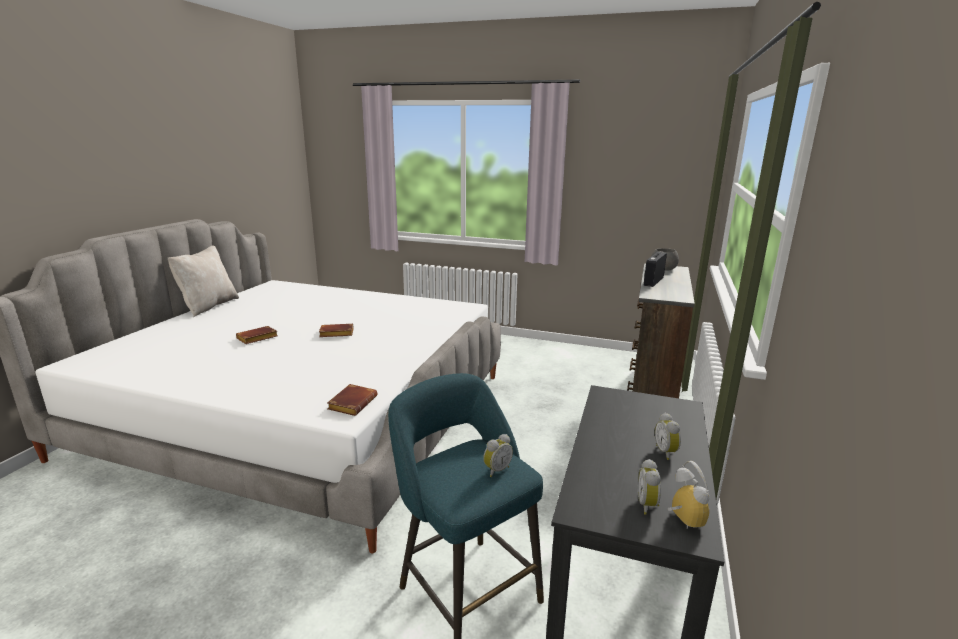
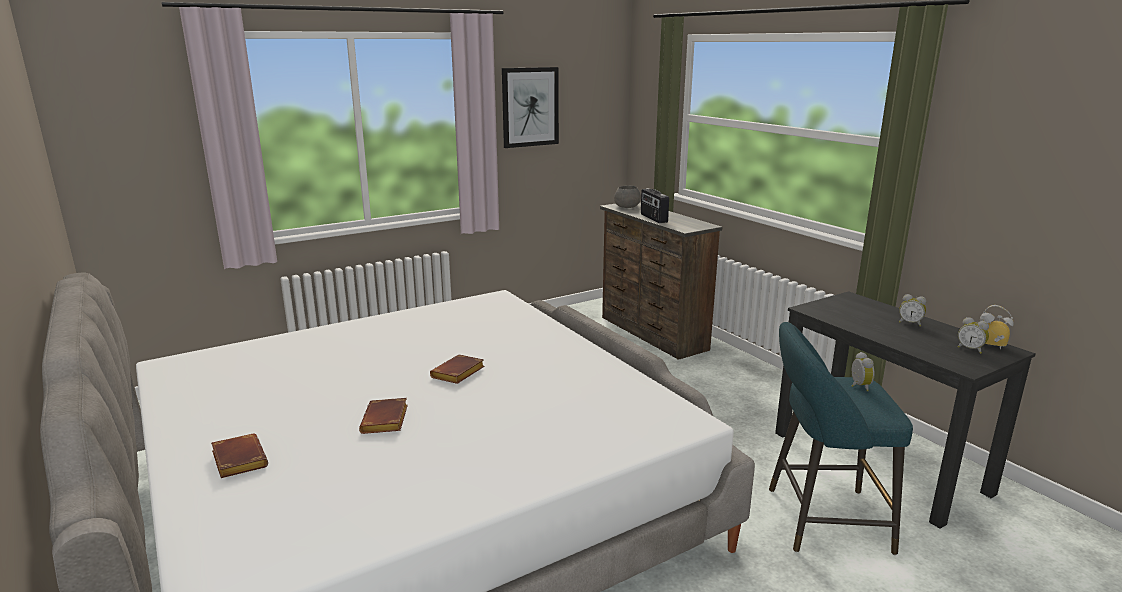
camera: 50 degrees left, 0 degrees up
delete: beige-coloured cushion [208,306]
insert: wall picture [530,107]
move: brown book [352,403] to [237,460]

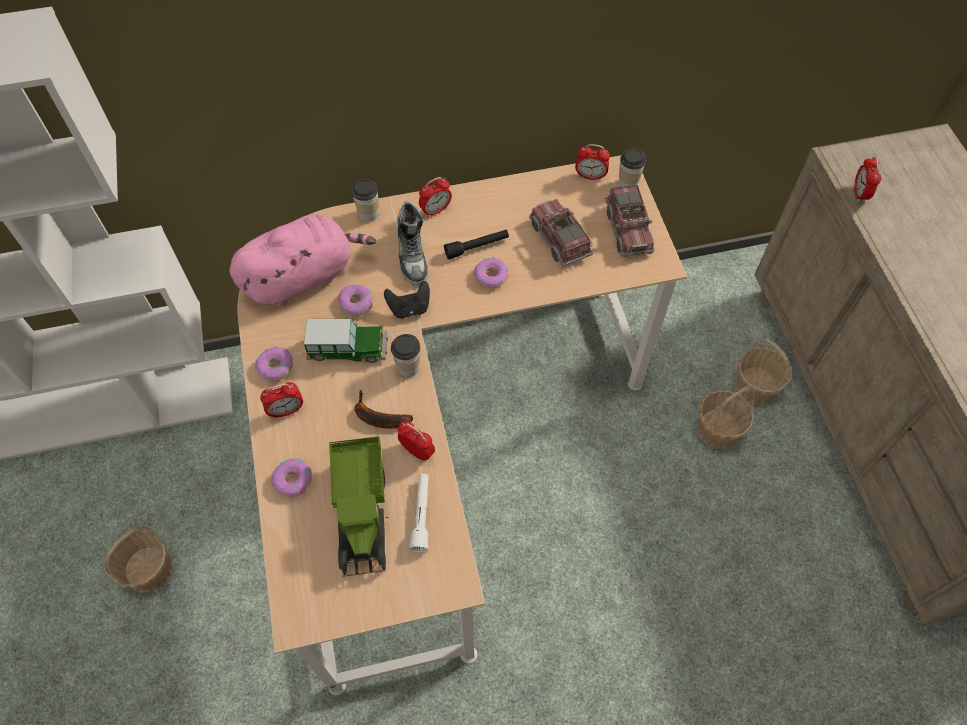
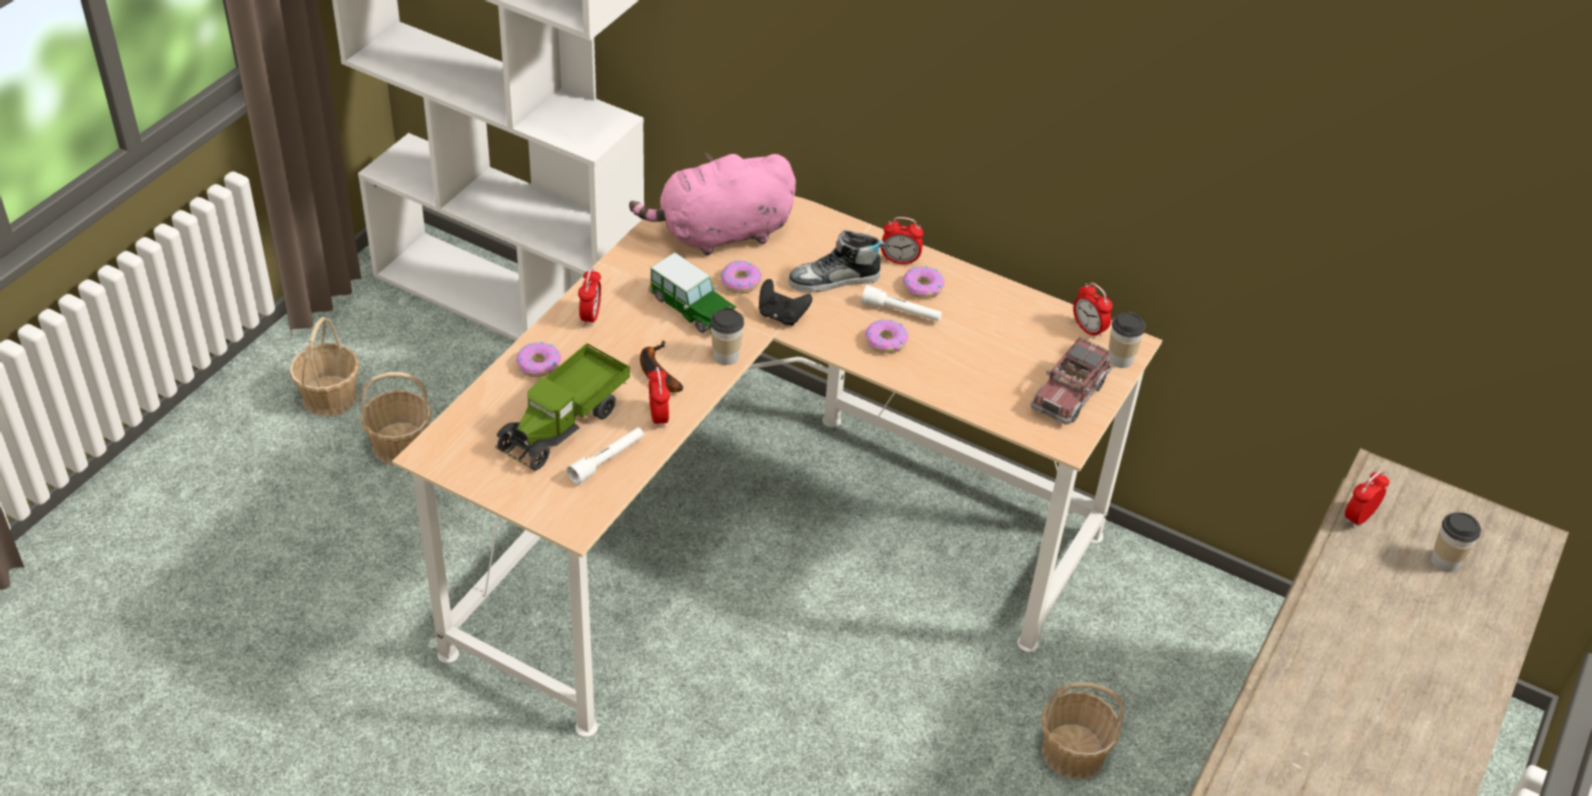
camera: 40 degrees right, 15 degrees down
delete: toy truck [559,239]
move: small cup [368,214] to [1445,561]; storage basket [755,385] to [330,397]; donut [276,367] to [922,288]
recolor: black-coloured torch [477,247] to white-coloured torch [901,312]
rotate: shoe [412,255] = [834,280] 45 degrees clockwise; pinkish cuddly toy [303,276] = [720,234] 150 degrees clockwise; table clock [286,411] = [590,316] 105 degrees counterclockwise

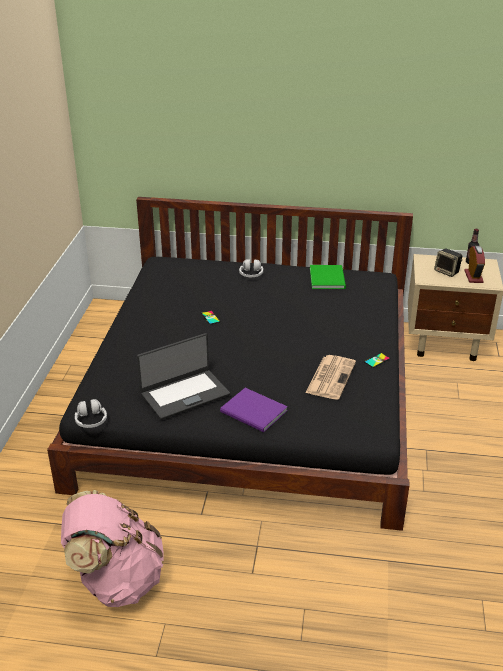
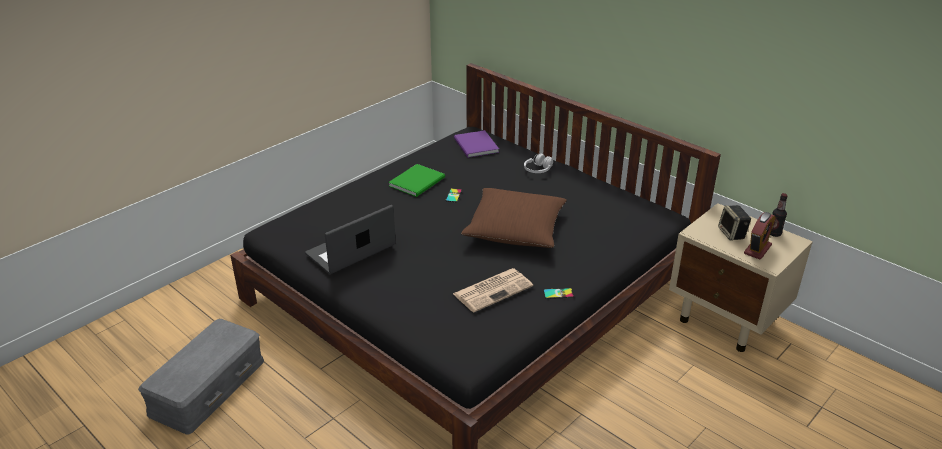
camera: 35 degrees right, 0 degrees up
delete: white-coloured pair of headphones [91,420]
insert: brown cushion [515,229]
move: green book [328,277] to [419,181]; purple-coloured book [254,413] to [475,146]
replace: pinkish rucksack [117,580] to gray storage bin [207,386]
rotate: portable computer [184,394] = [351,250] 135 degrees clockwise

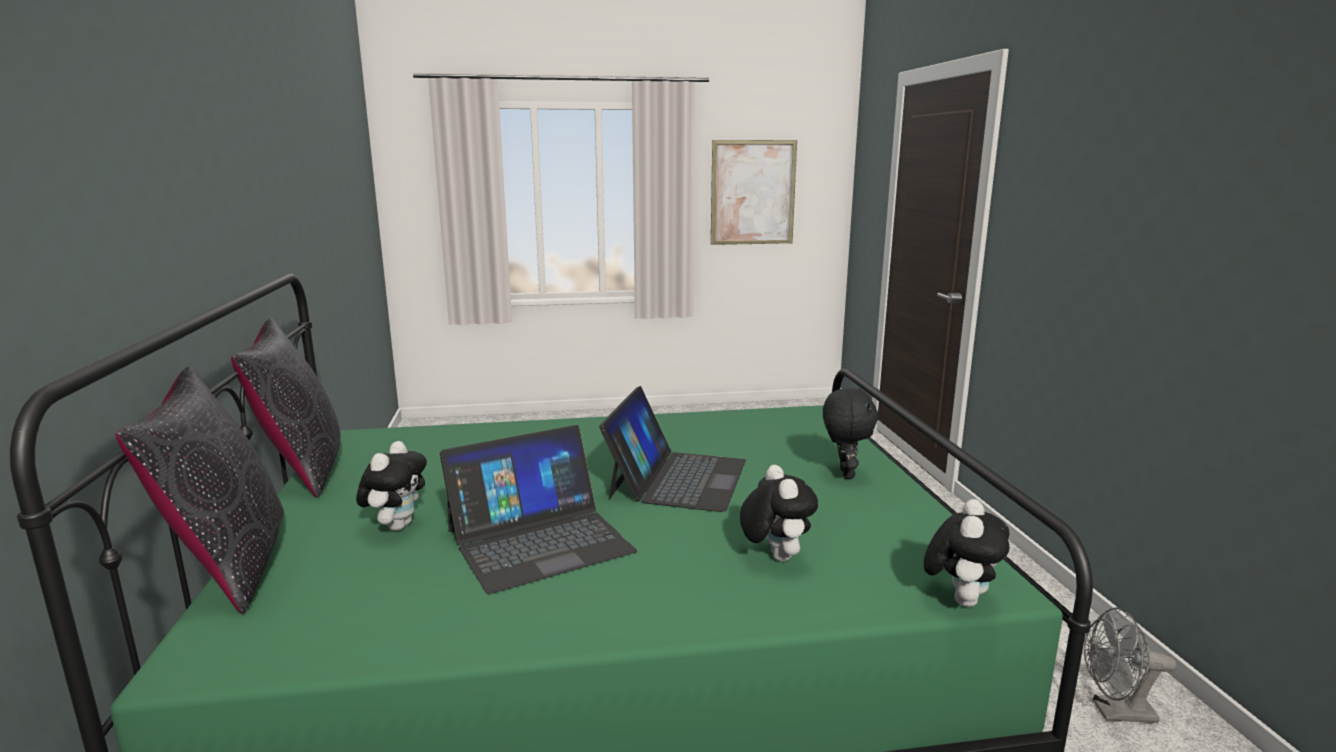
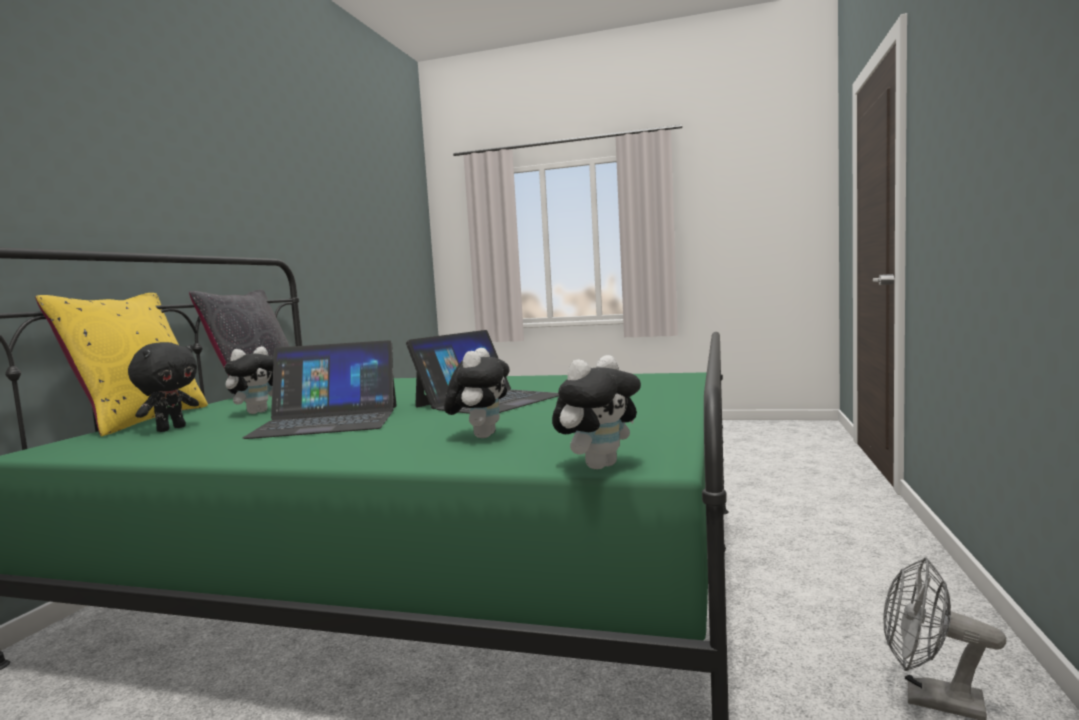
camera: 25 degrees right, 10 degrees down
delete: wall picture [753,193]
move: black-coloured cuddly toy [844,474] to [171,429]
recolor: black-coloured cushion [229,563] to yellow cushion [140,420]

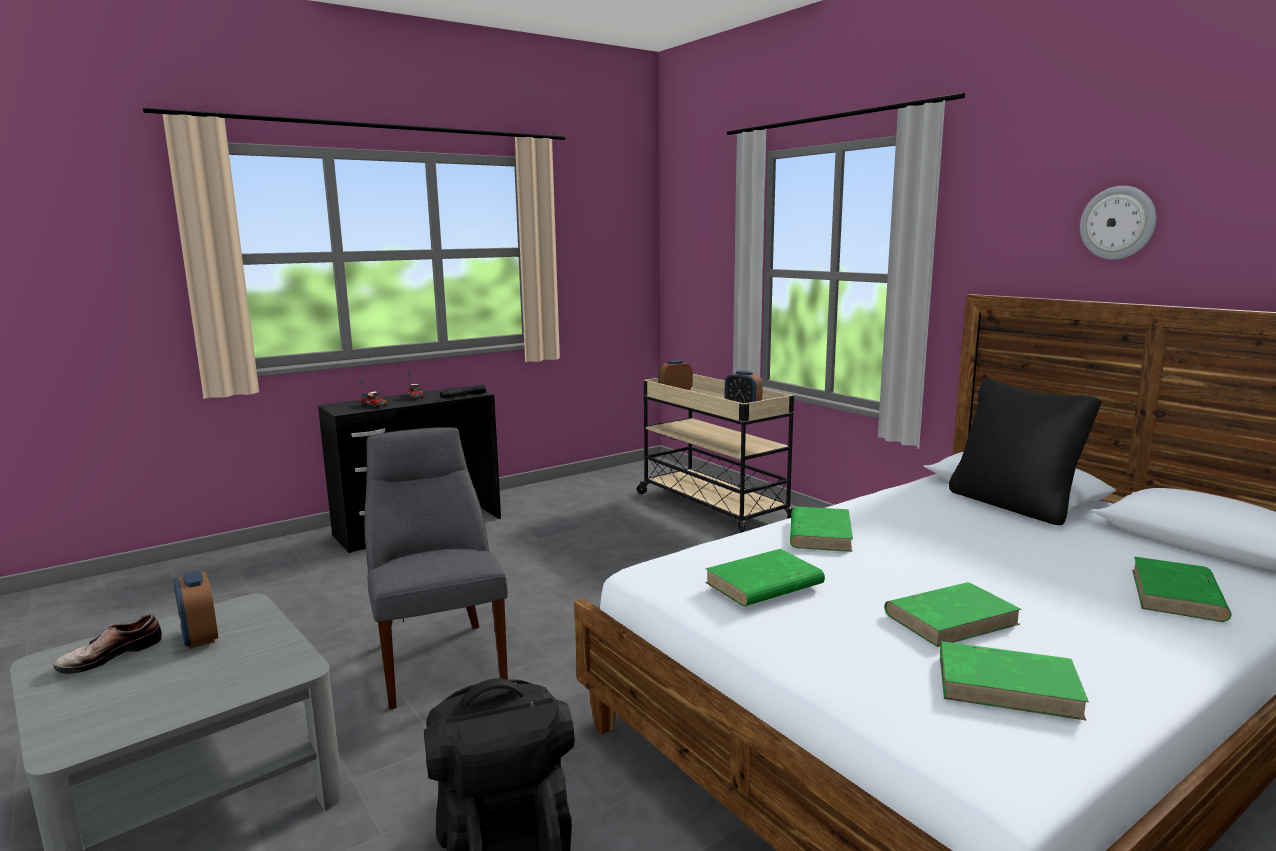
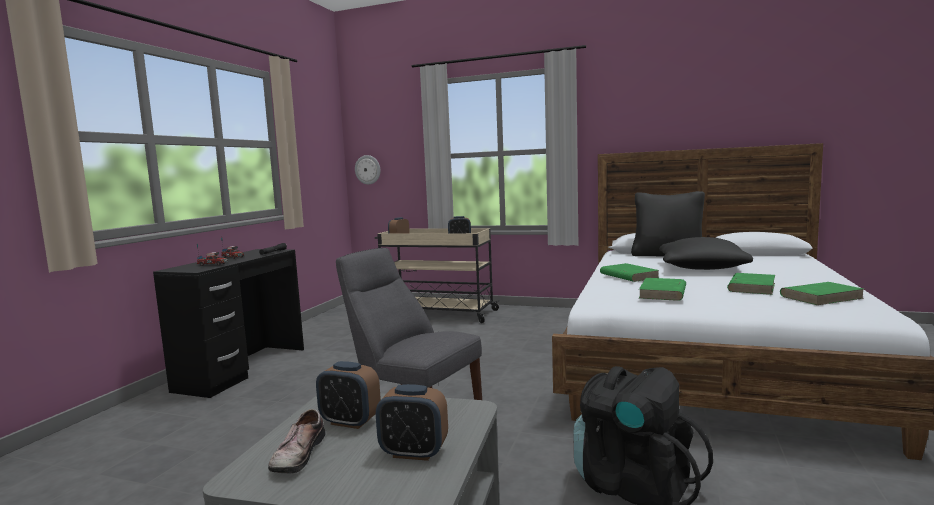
camera: 35 degrees left, 5 degrees down
delete: green book [1177,595]
insert: black-coloured cushion [701,268]; table clock [414,453]
move: hanging clock [1118,223] to [368,169]

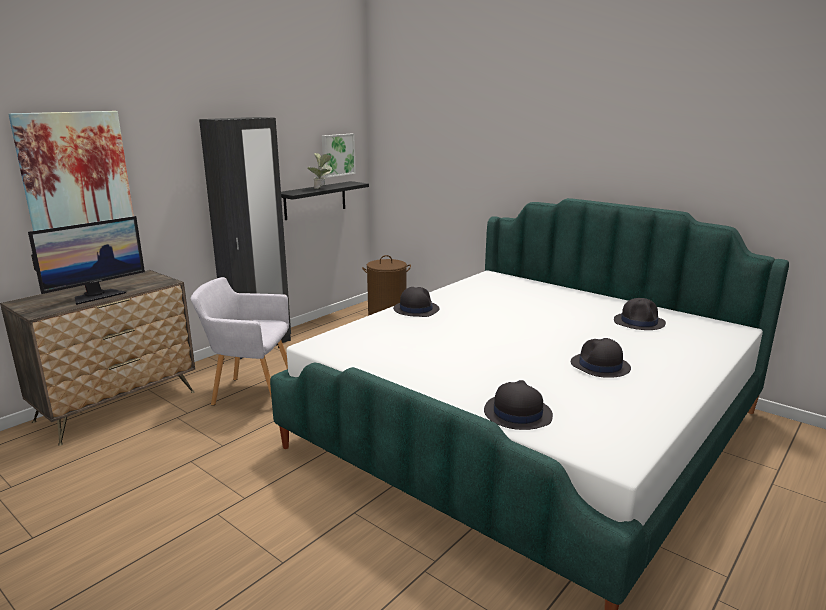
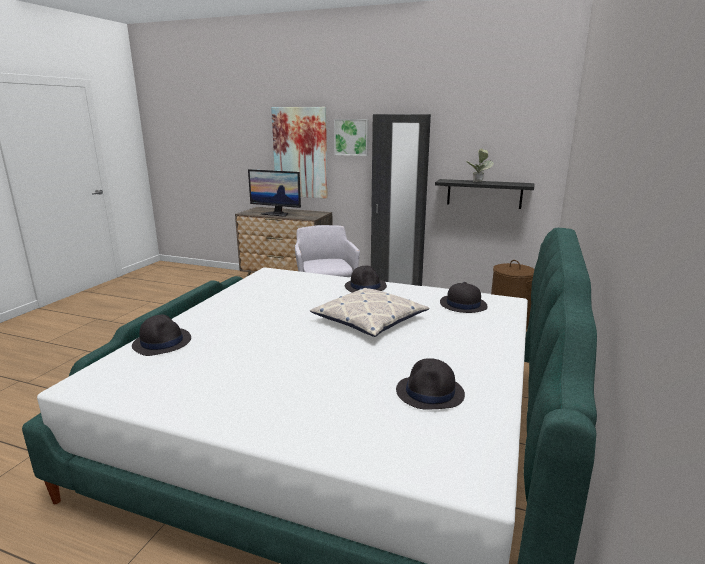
camera: 70 degrees right, 0 degrees up
insert: cushion [369,320]
move: wall picture [337,155] to [351,137]; black-coloured hat [600,366] to [462,305]

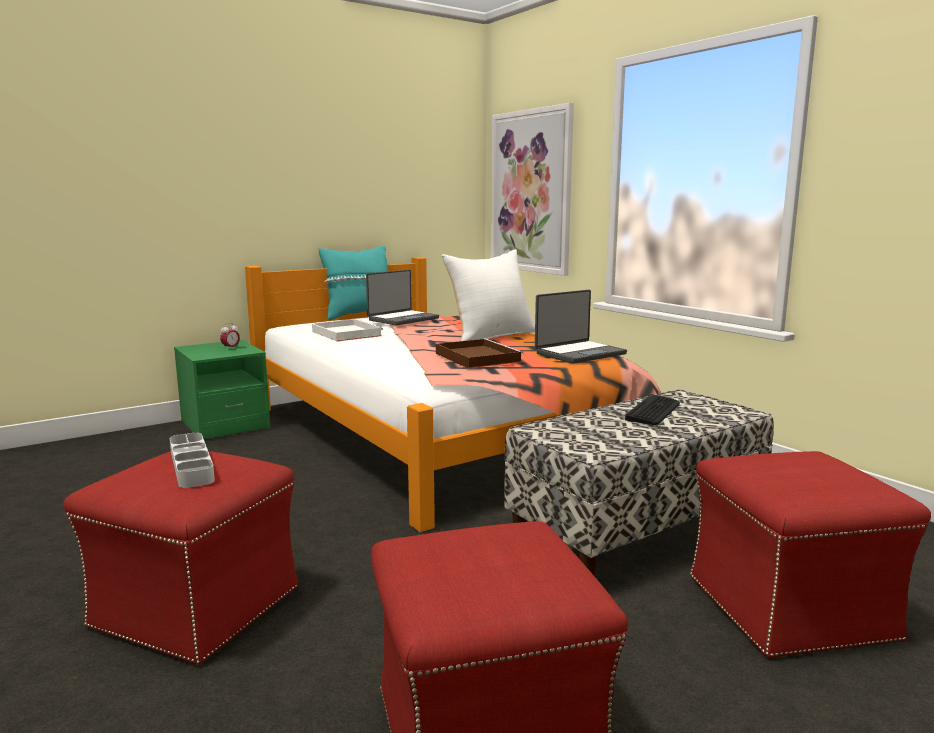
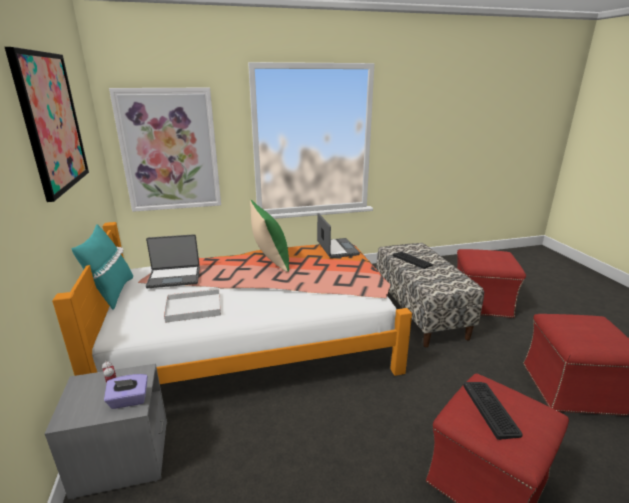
camera: 70 degrees left, 10 degrees up
delete: brown carrying tray [476,357]
insert: wall picture [52,122]; purple-coloured tissue box [129,400]
replace: gray carrying tray [191,465] to keyboard [491,409]
recolor: white-coloured cushion [491,336] to green cushion [270,260]; green nightstand [225,425] to gray nightstand [122,458]
rotate: portable computer [402,319] = [174,277] 105 degrees clockwise

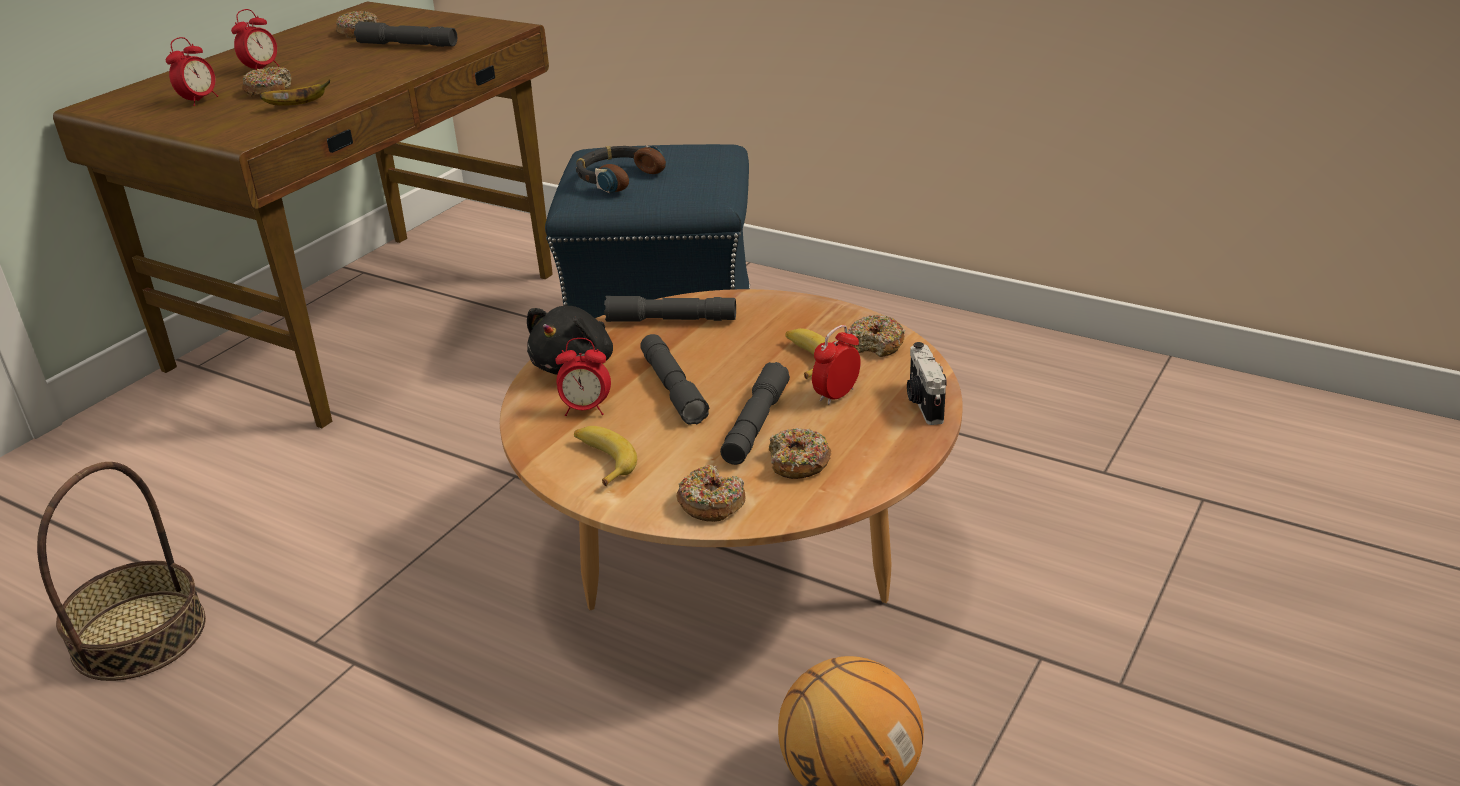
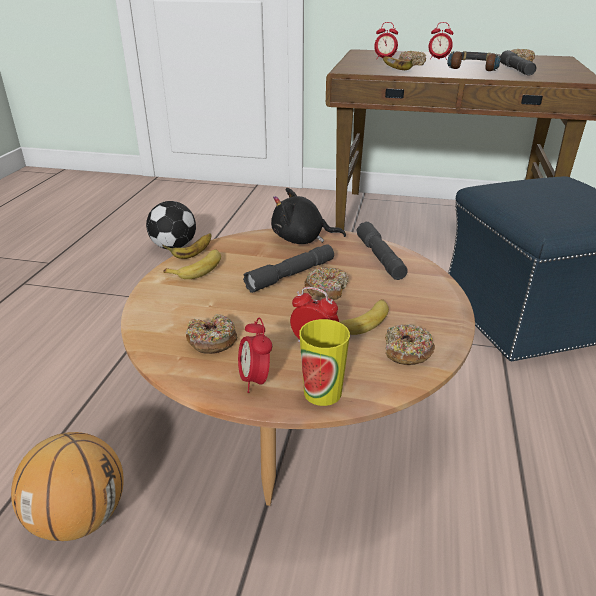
camera: 70 degrees right, 0 degrees up
delete: gray torch [755,424]
insert: whole banana [192,255]
move: pair of headphones [617,177] to [473,67]; table clock [586,410] to [255,380]; donut [711,503] to [326,289]
replace: still camera [923,403] to small cup [322,392]; storage basket [139,635] to ball for football [174,246]

